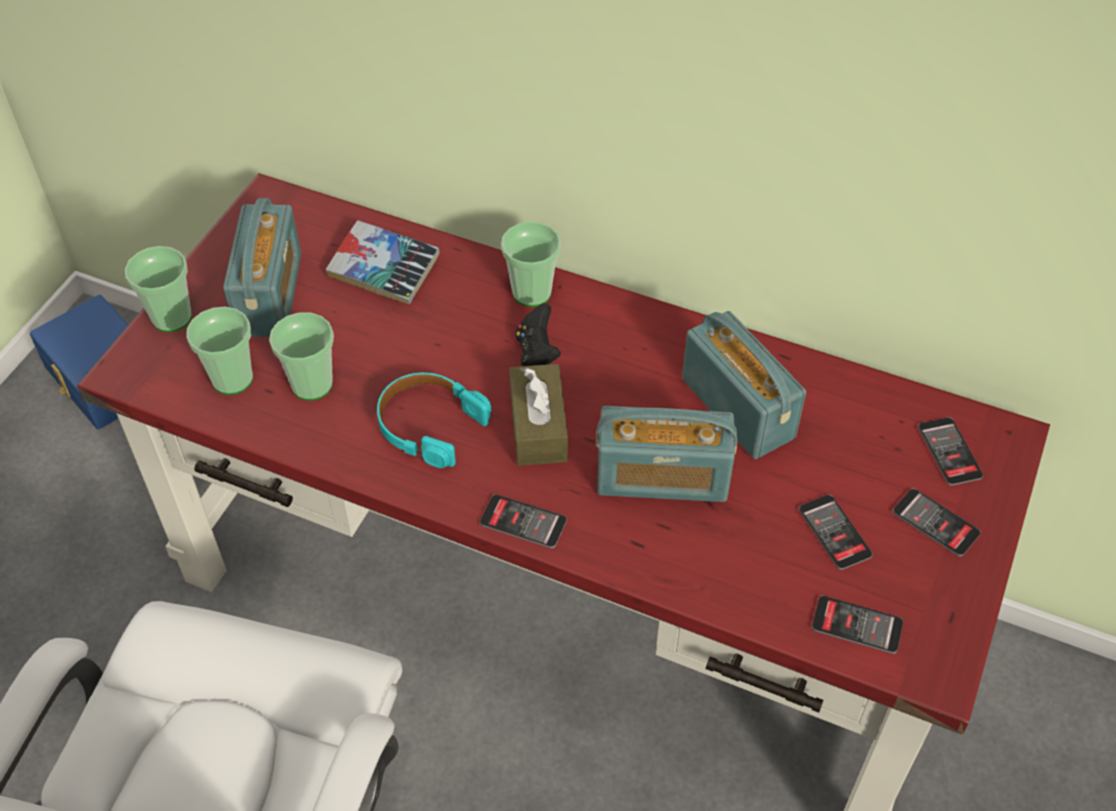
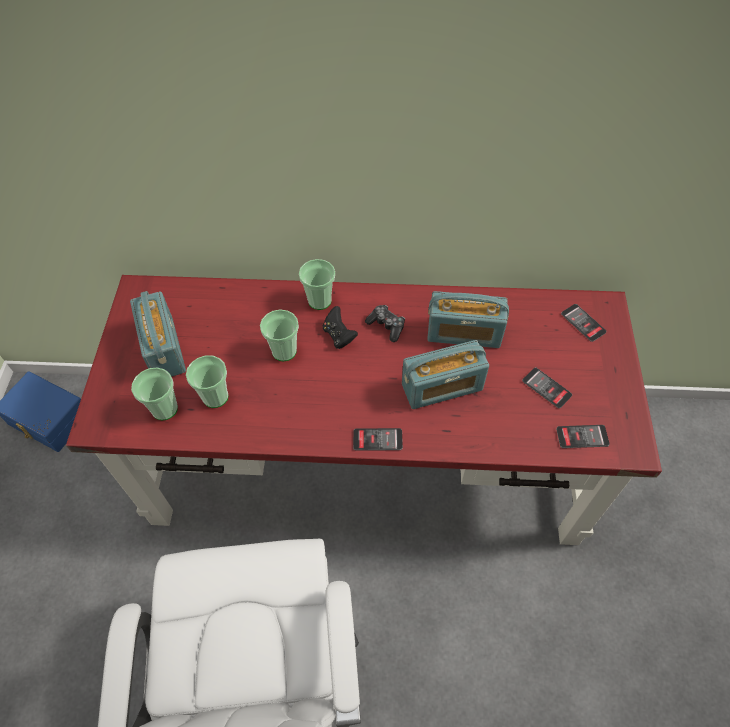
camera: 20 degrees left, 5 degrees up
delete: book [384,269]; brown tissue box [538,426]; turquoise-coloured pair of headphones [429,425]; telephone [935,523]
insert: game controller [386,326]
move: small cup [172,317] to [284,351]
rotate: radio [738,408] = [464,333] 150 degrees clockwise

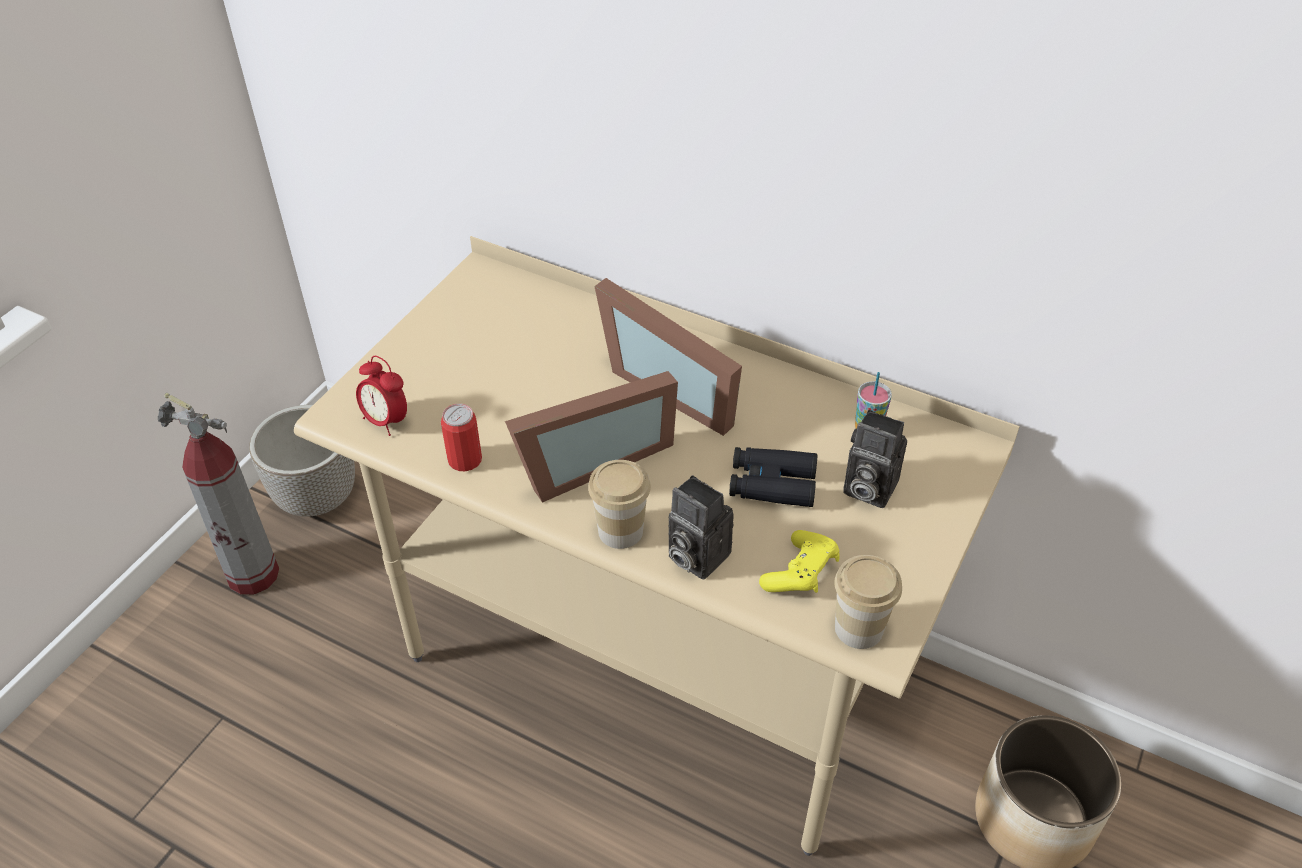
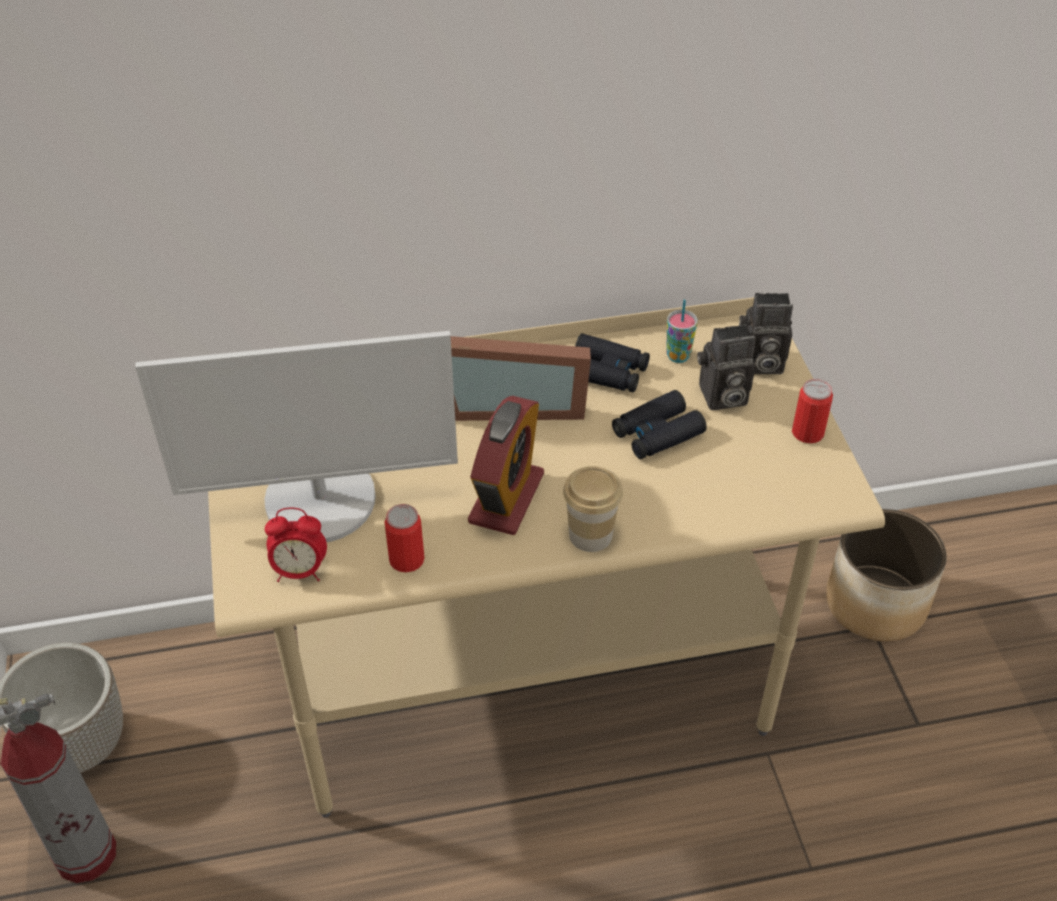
camera: 40 degrees left, 0 degrees up
delete: yellow game controller [800,574]; small cup [858,628]
insert: computer screen [321,501]; black-coloured field glasses [606,372]; can [807,433]
move: still camera [694,555] to [759,363]
replace: standing frame [589,460] to table clock [506,498]

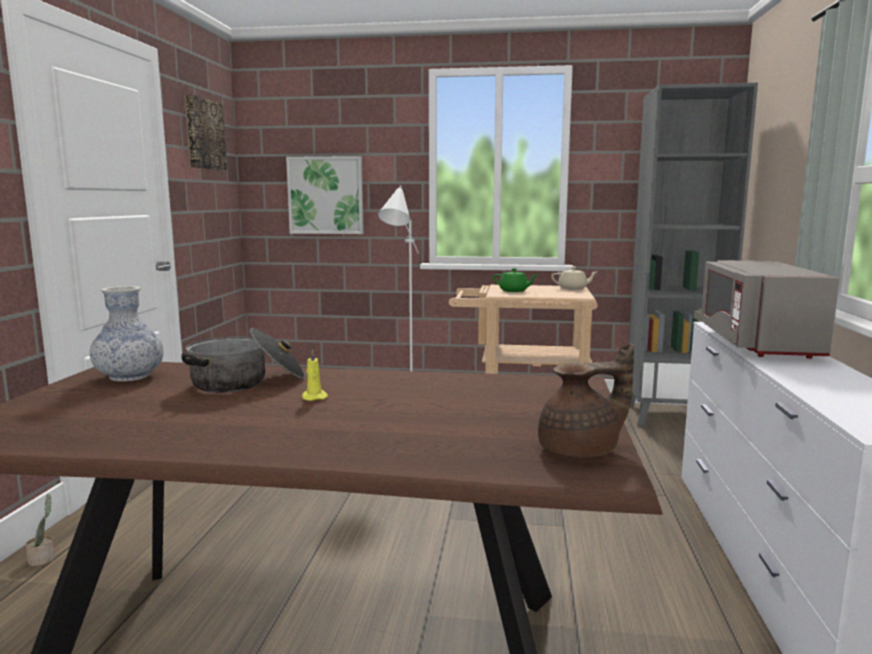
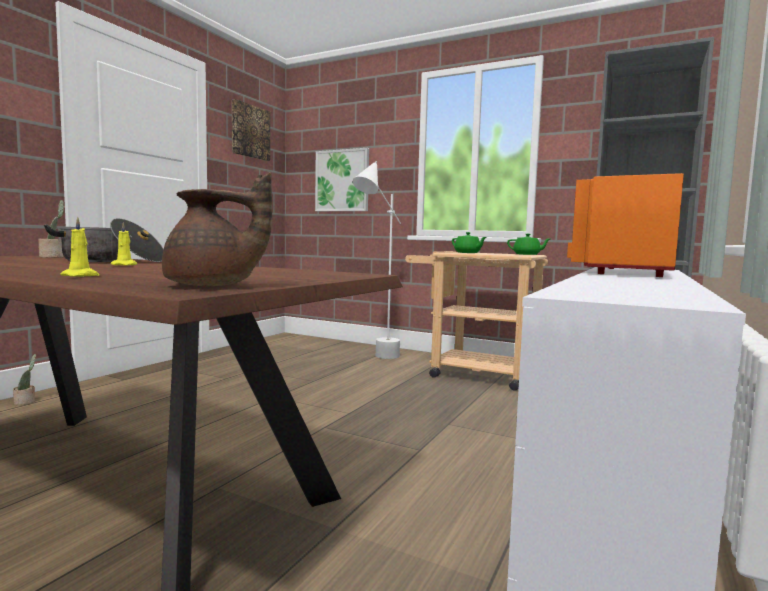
camera: 20 degrees right, 5 degrees down
insert: yellow wax candle [81,276]
replace: flower vase [129,376] to houseplant [53,257]
recolor: gray microwave oven [756,343] to orangey microwave oven [624,271]; beige-coloured teapot [573,289] to green teapot [527,254]

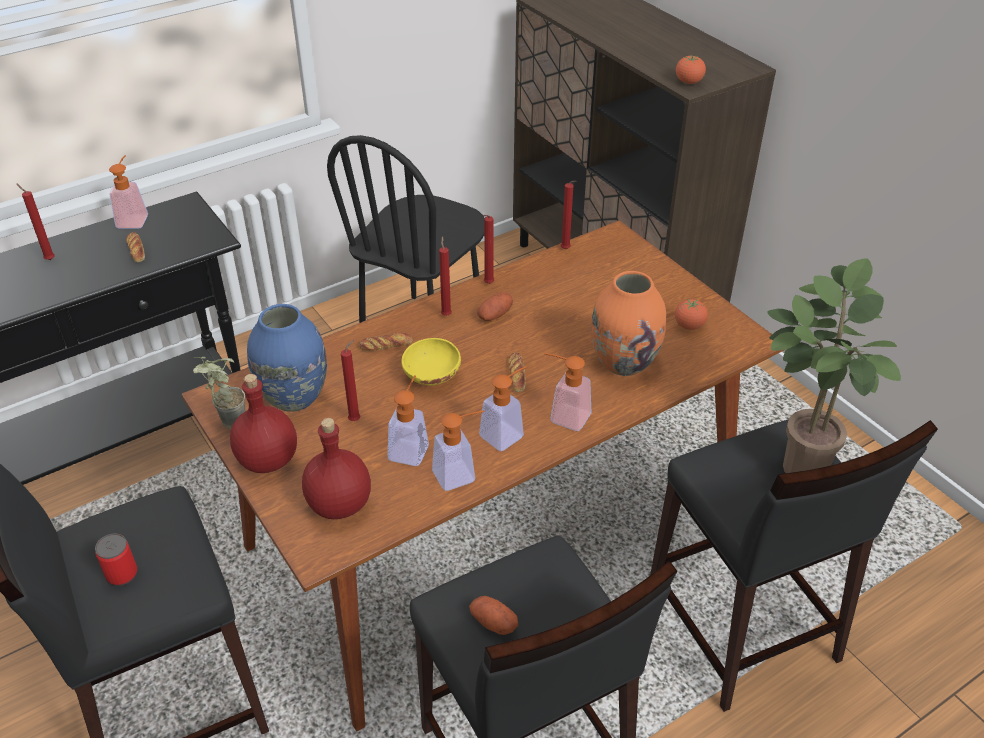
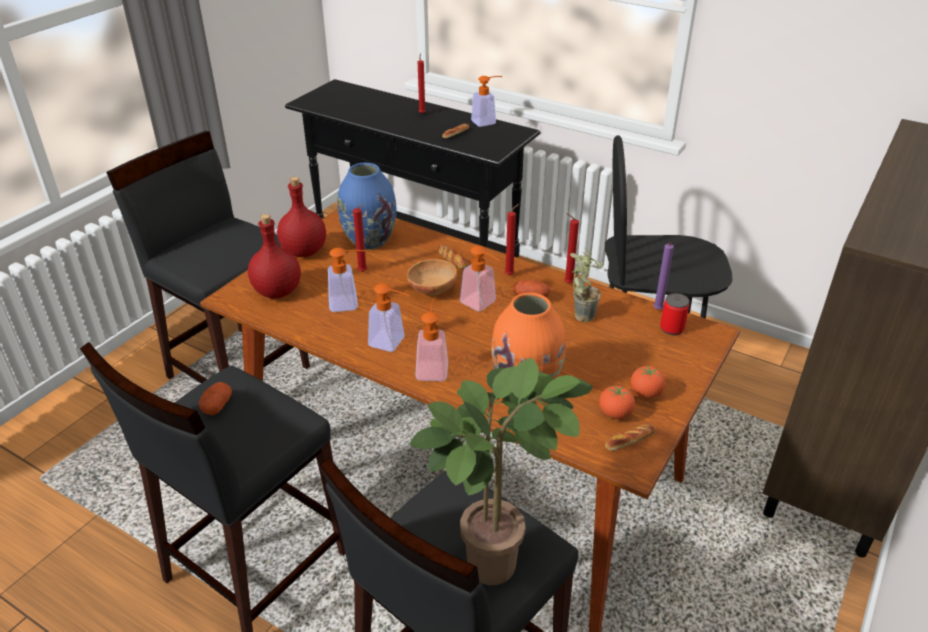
camera: 65 degrees right, 5 degrees down
move: whole tomato [688,82] to [645,393]; bakery bread [517,375] to [630,440]; houseplant [226,422] to [580,313]; liquid soap bottle [461,473] to [482,304]; can [122,574] to [671,328]
recolor: red wax candle [566,250] to purple-coloured wax candle [657,310]; yellow bowl [431,377] to brown bowl [431,289]

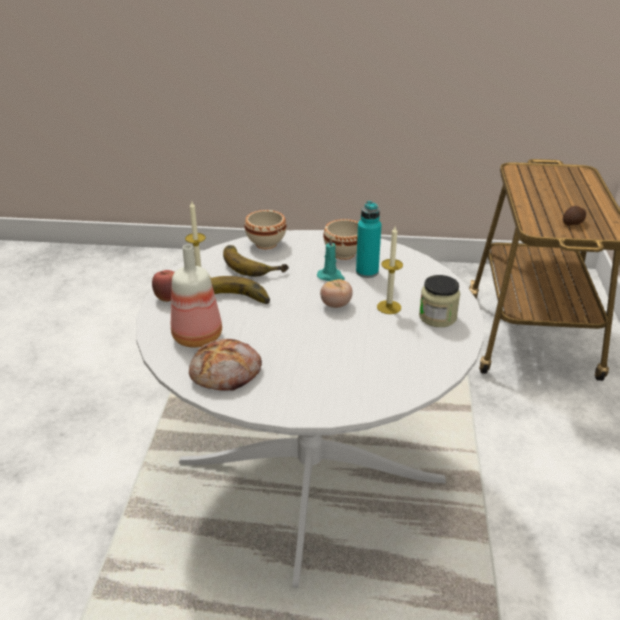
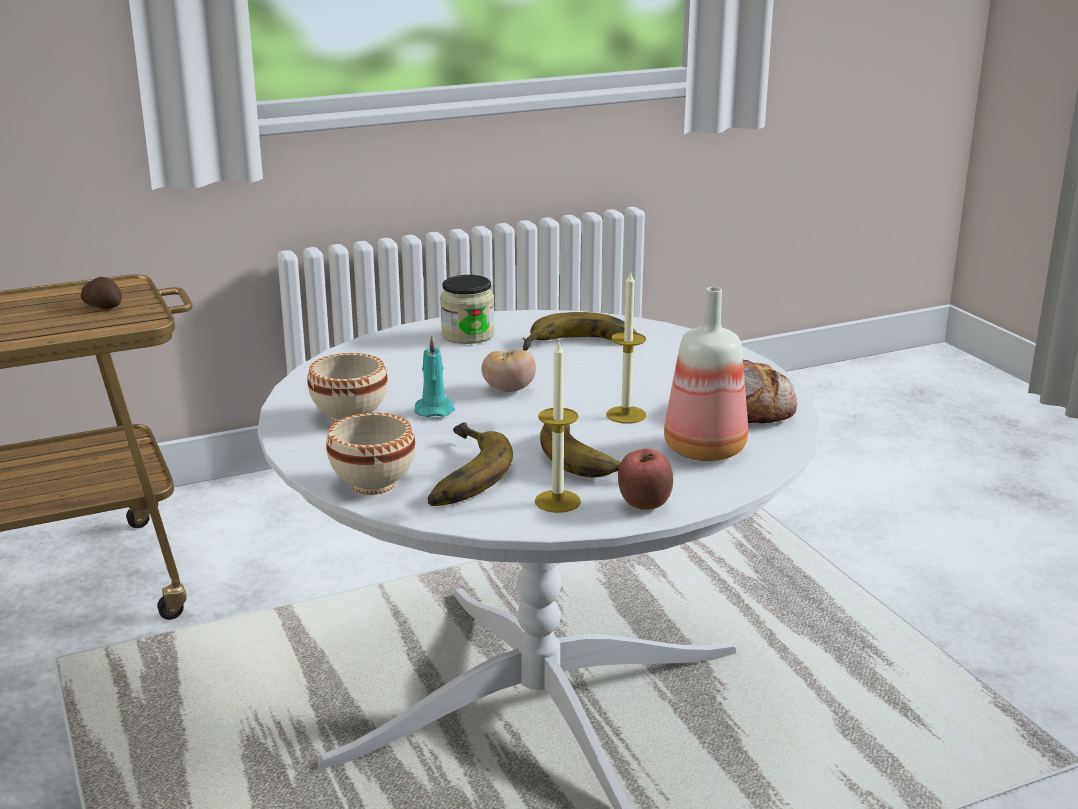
camera: 120 degrees left, 10 degrees down
delete: turquoise-coloured beverage bottle [367,272]
insert: whole banana [581,347]
move: wax candle [389,307] to [626,415]

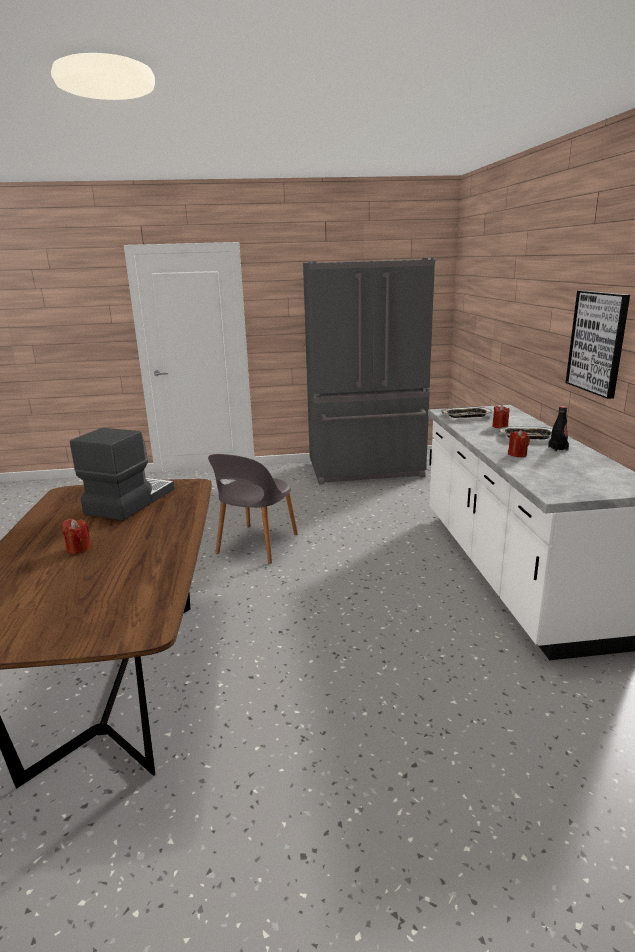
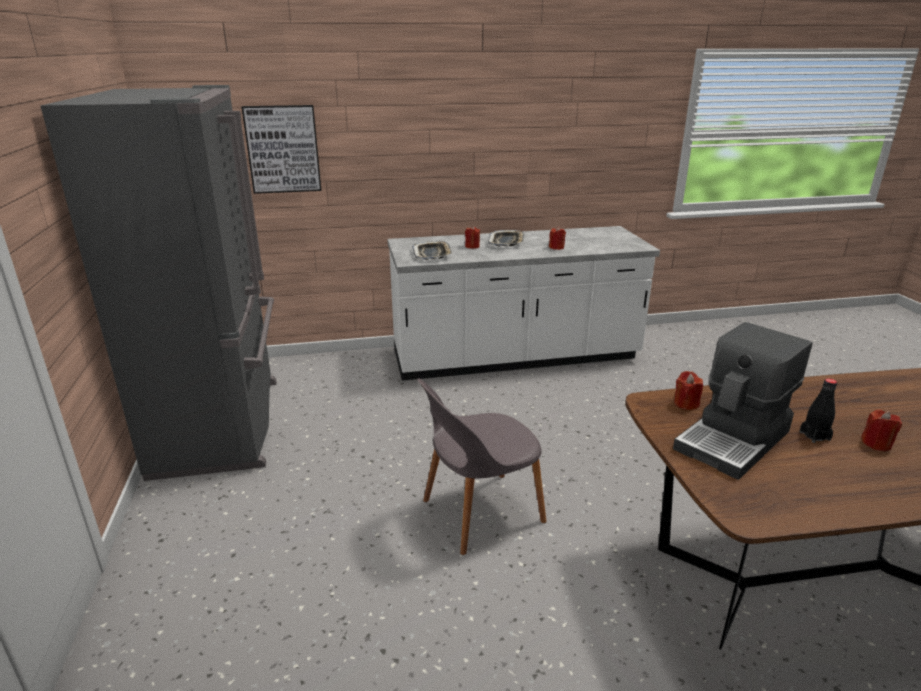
camera: 95 degrees left, 5 degrees up
insert: red wax candle [686,404]
move: wall picture [598,342] to [283,149]; black-coloured beverage bottle [558,448] to [814,436]
rotate: coffee machine [129,501] = [734,440] 60 degrees counterclockwise; gray chair [256,545] = [479,512] 135 degrees clockwise

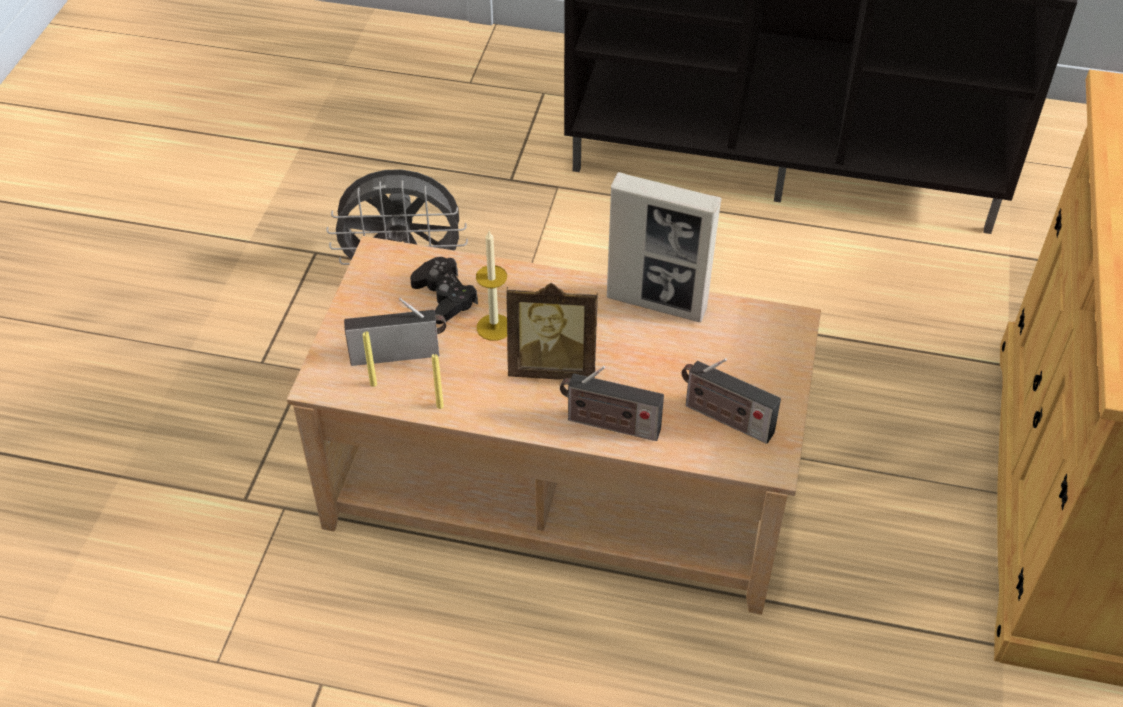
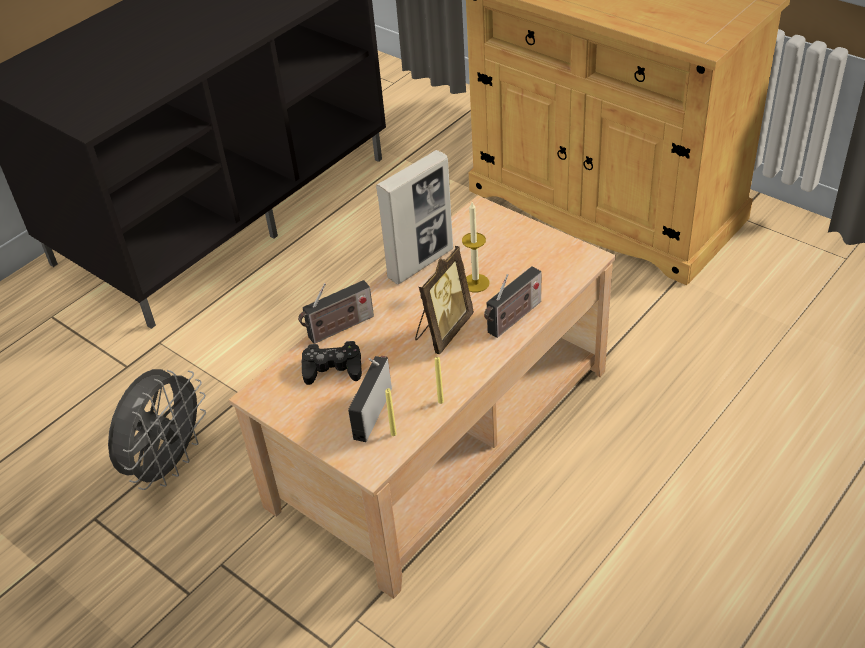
camera: 60 degrees left, 5 degrees down
move: wax candle [494,327] to [475,283]; radio [724,418] to [338,329]

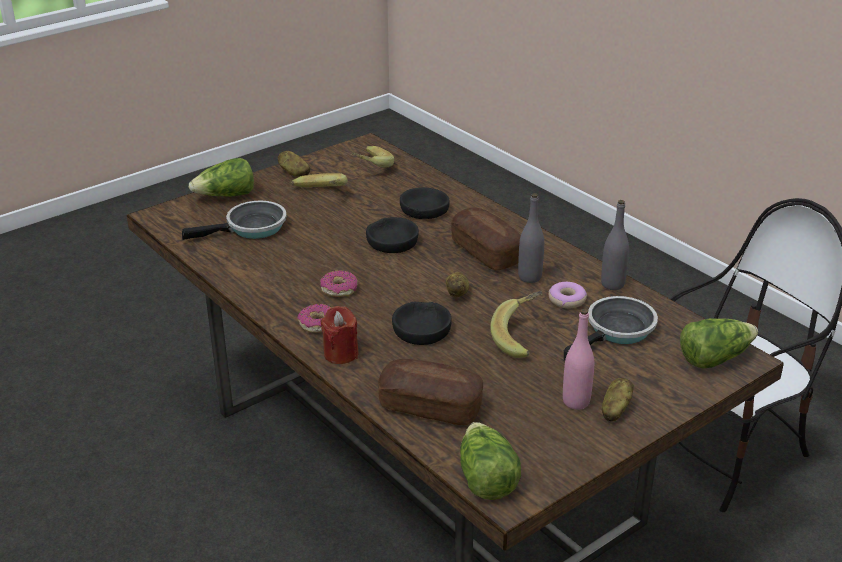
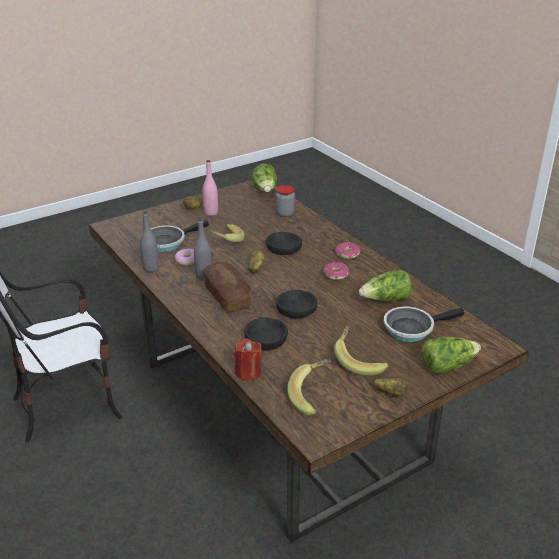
camera: 175 degrees left, 0 degrees up
move: red wax candle [341,354] to [248,372]; head of lettuce [714,358] to [385,300]
replace: bakery bread [430,407] to preserve jar [285,214]

